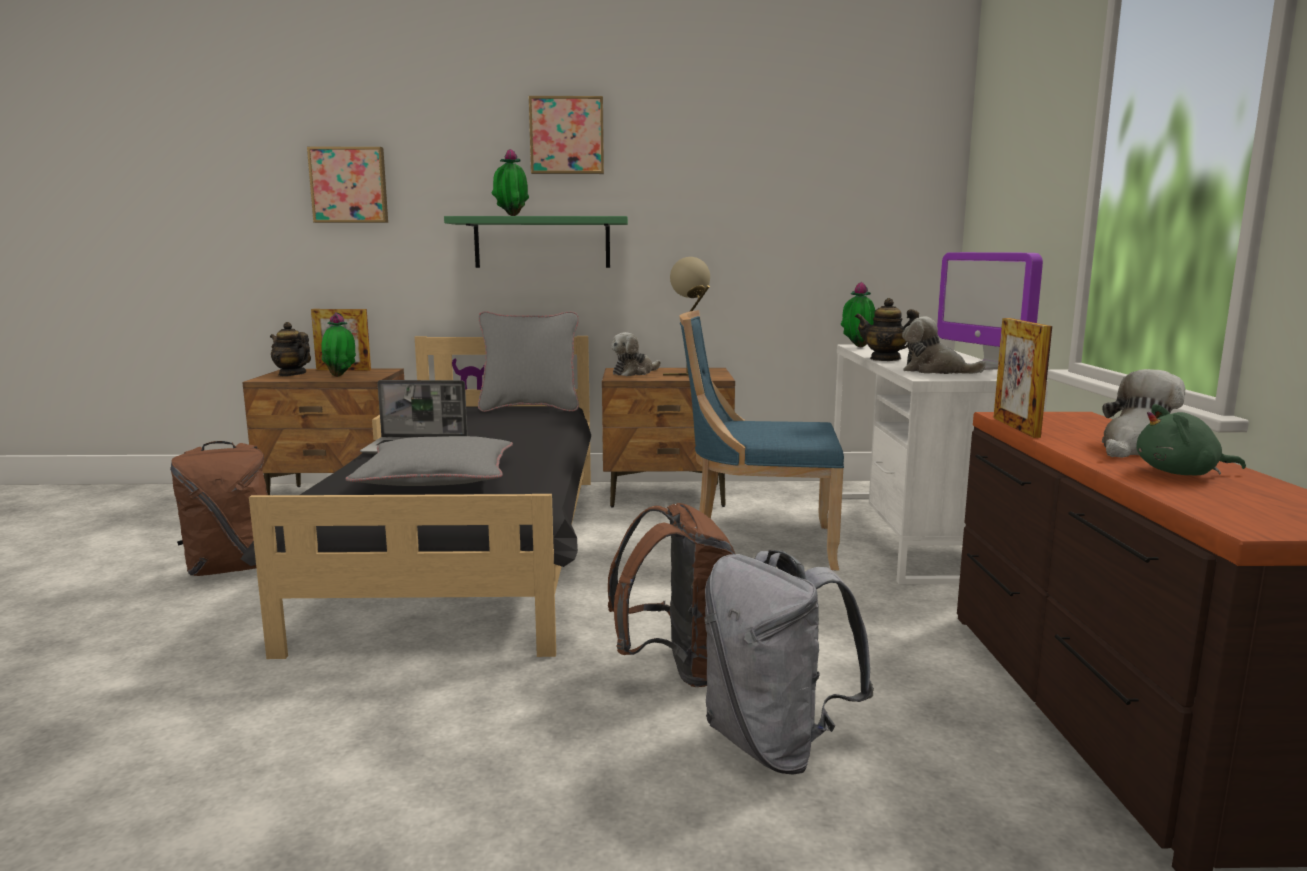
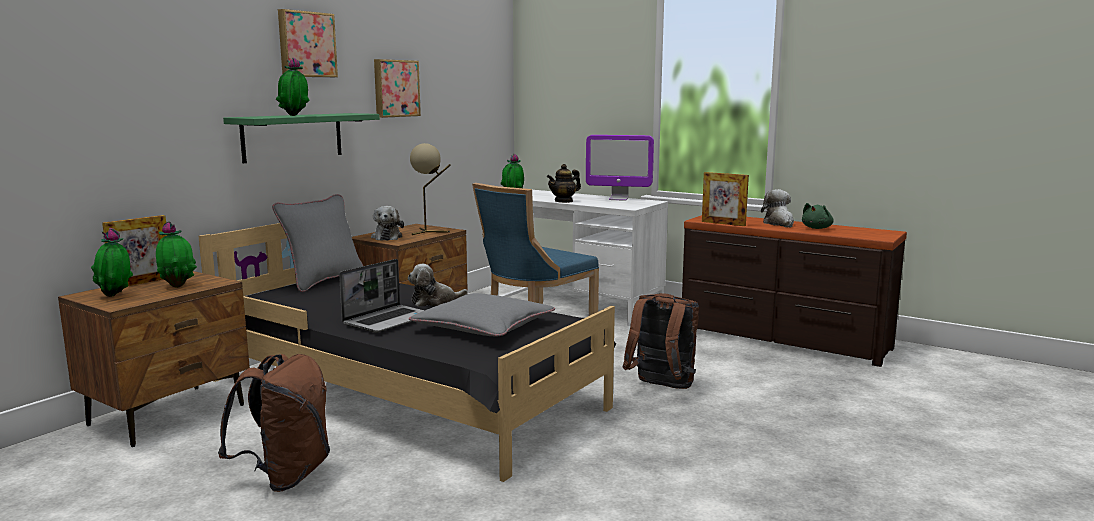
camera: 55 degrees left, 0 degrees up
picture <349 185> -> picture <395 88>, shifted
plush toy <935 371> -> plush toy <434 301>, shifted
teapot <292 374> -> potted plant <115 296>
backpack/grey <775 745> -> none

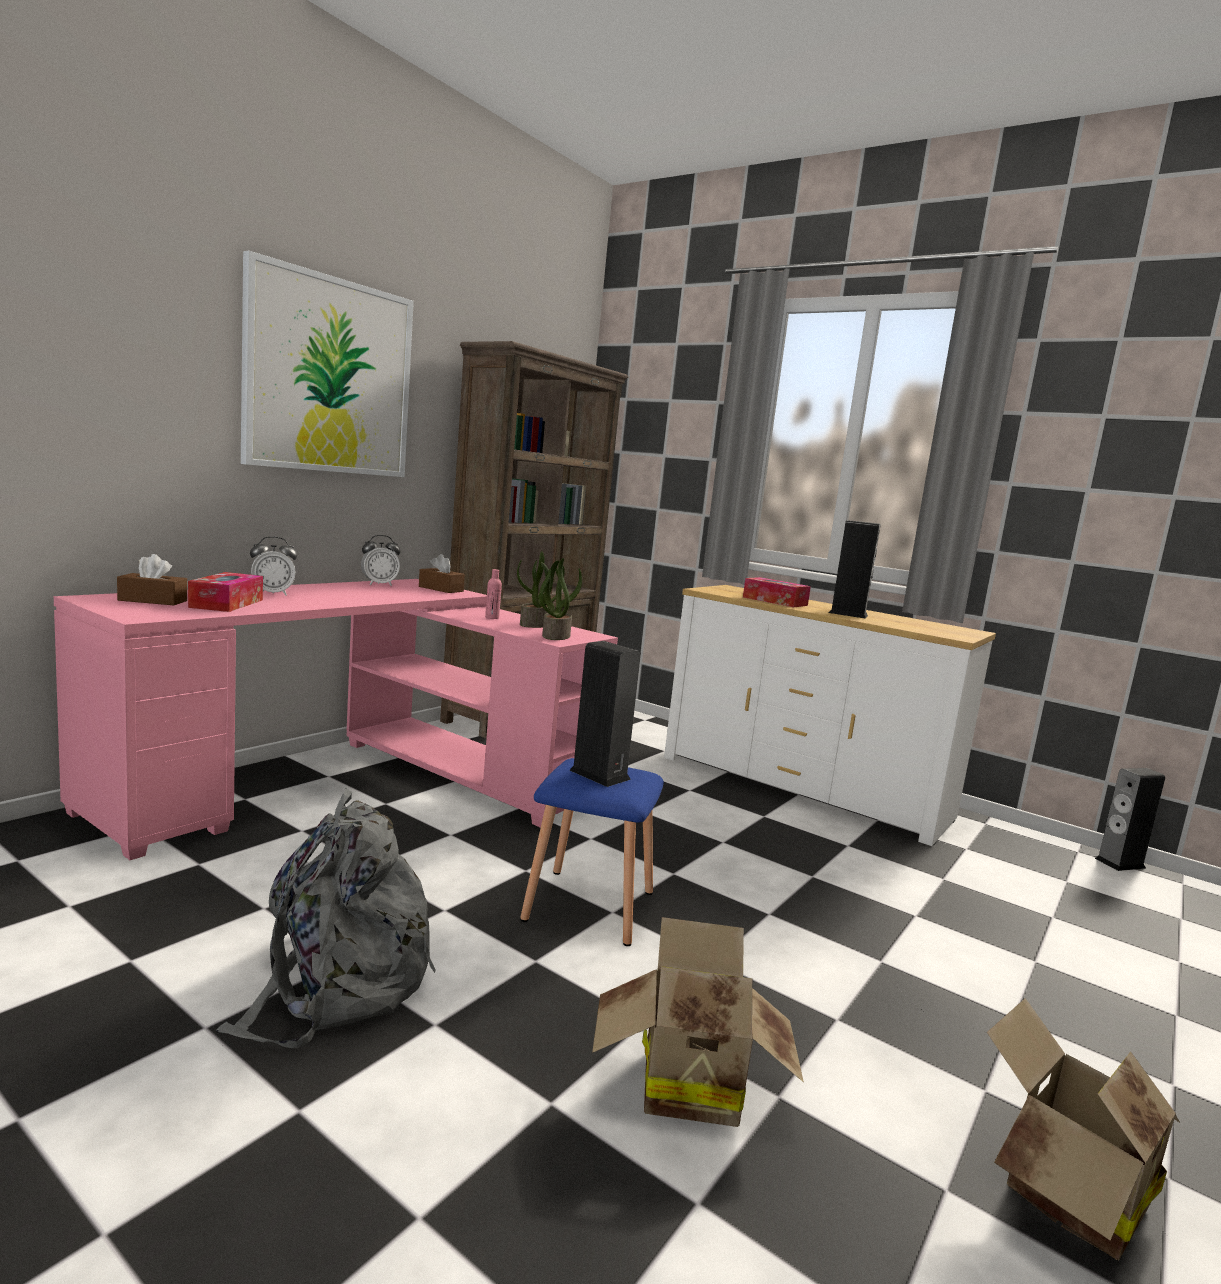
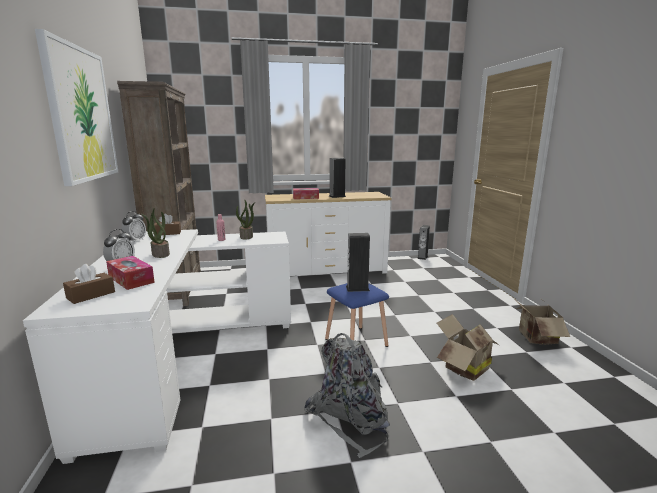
camera: 45 degrees left, 5 degrees up
potted plant <555 636> -> potted plant <160 254>, shifted
desk/pink <358 783> -> desk/white <182 353>

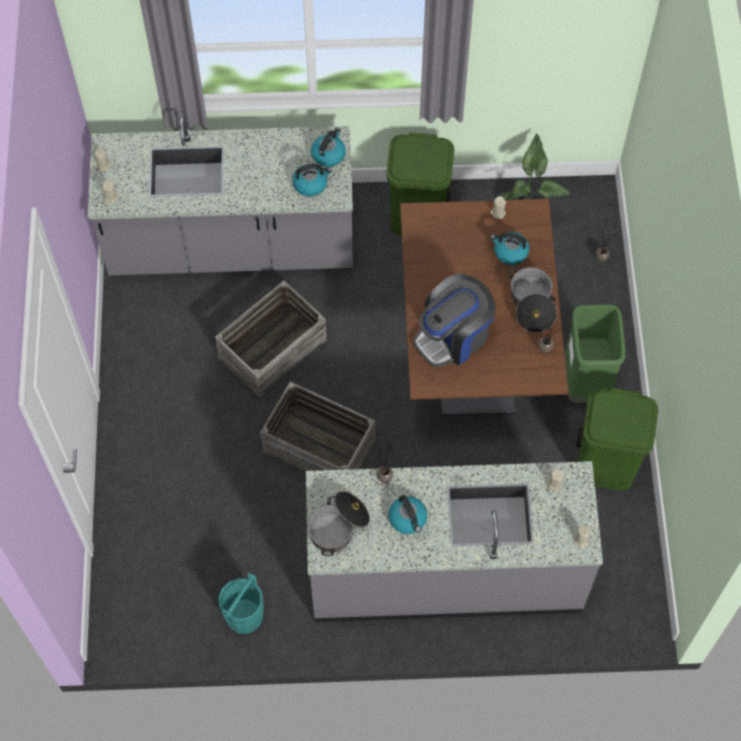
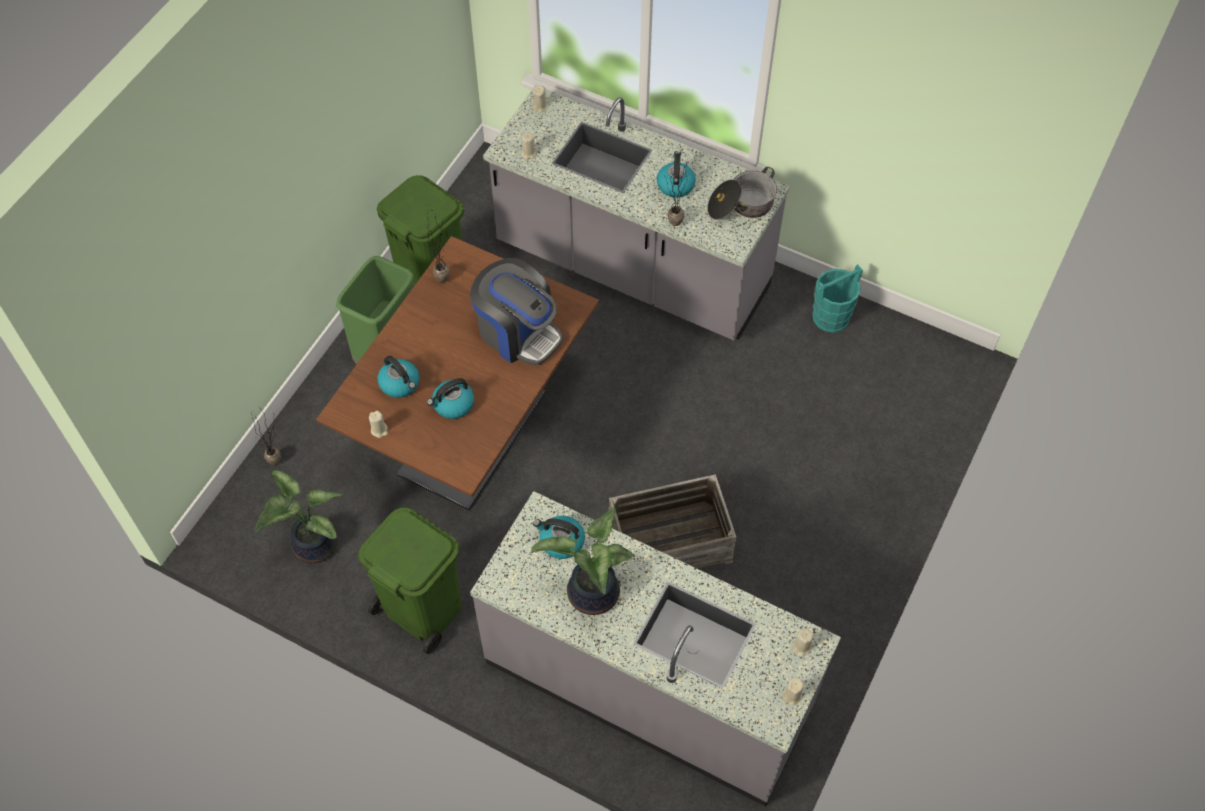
camera: 150 degrees left, 5 degrees down
kettle <328 154> -> kettle <453 405>, shifted
cooking pot <531 304> -> none
coffee machine <453 336> -> coffee machine <518 332>, 45 degrees clockwise
crate <319 445> -> none
none -> potted plant <591 595>

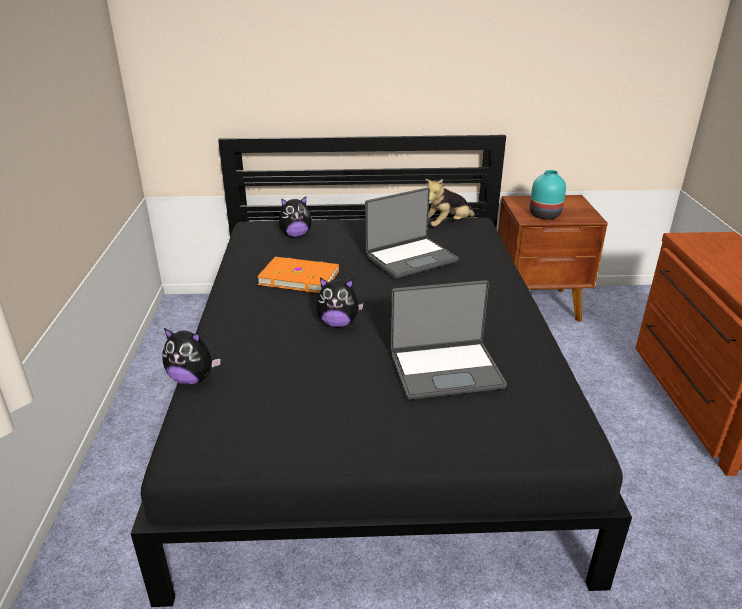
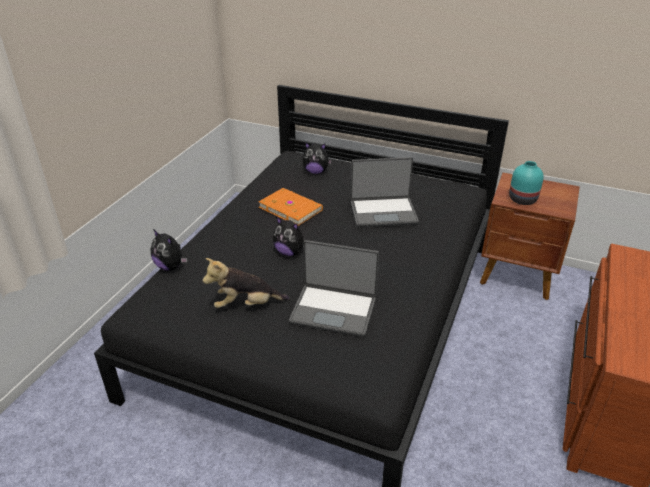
camera: 25 degrees right, 5 degrees up
plush toy <447 225> -> plush toy <246 305>, shifted

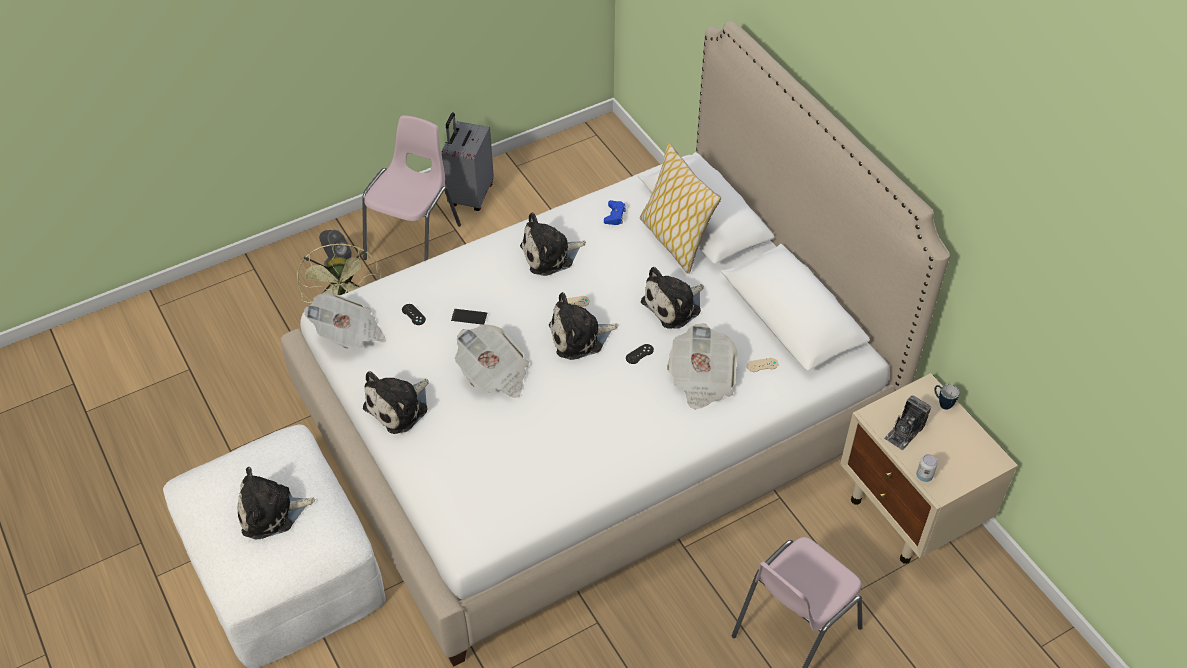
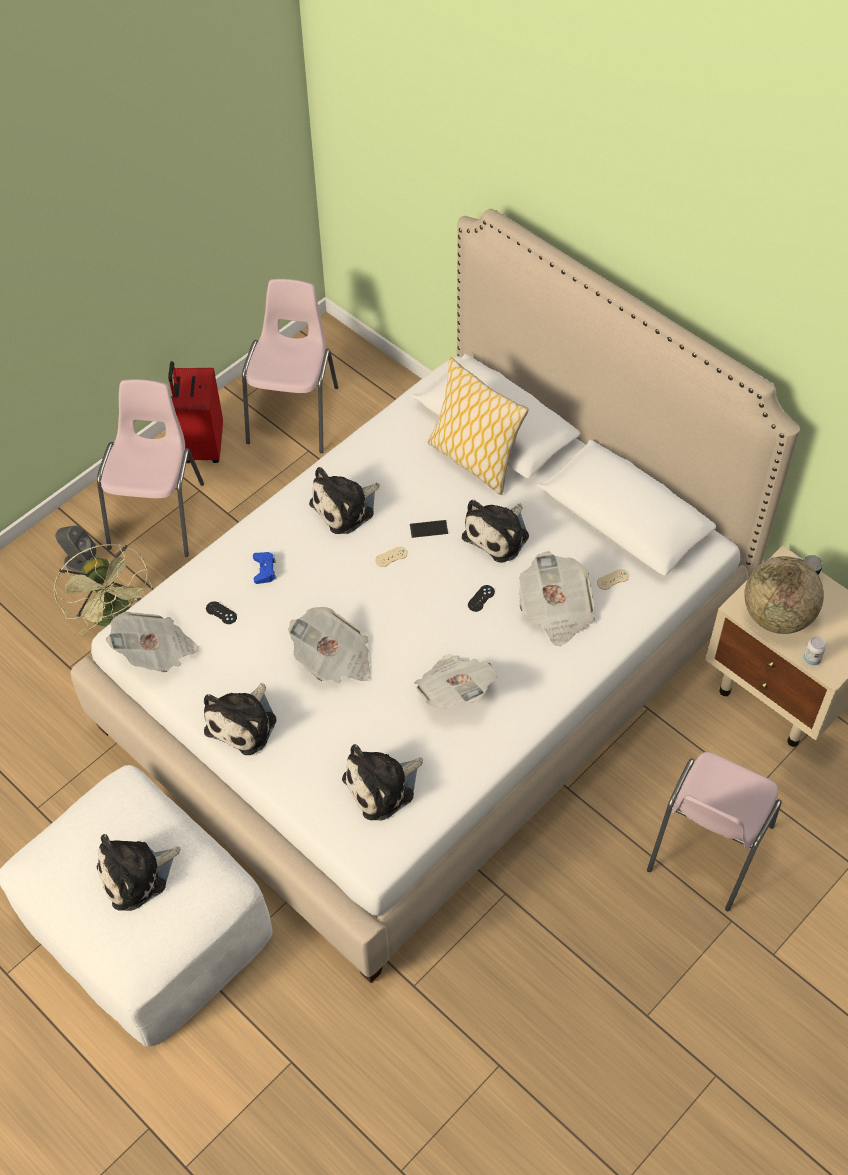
camera: 15 degrees left, 5 degrees up
suitcase/grey <470 195> -> suitcase/red <201 446>
game controller/blue <615 215> -> game controller/blue <264 570>, shifted
plush toy <579 337> -> plush toy <383 786>, shifted
phone <469 317> -> phone <428 529>, shifted
photo camera <904 432> -> globe <777 616>
none -> chair/pink <295 414>
none -> newspaper <455 691>

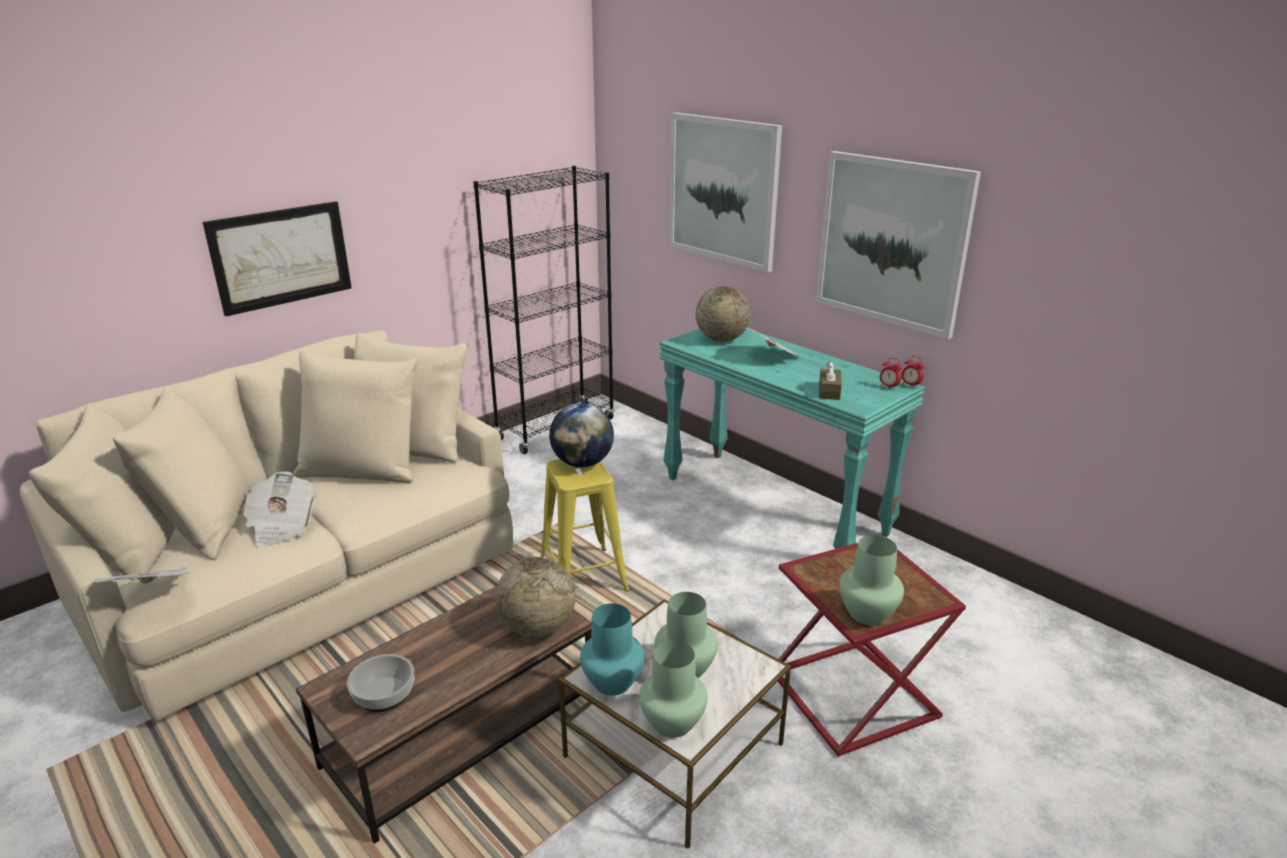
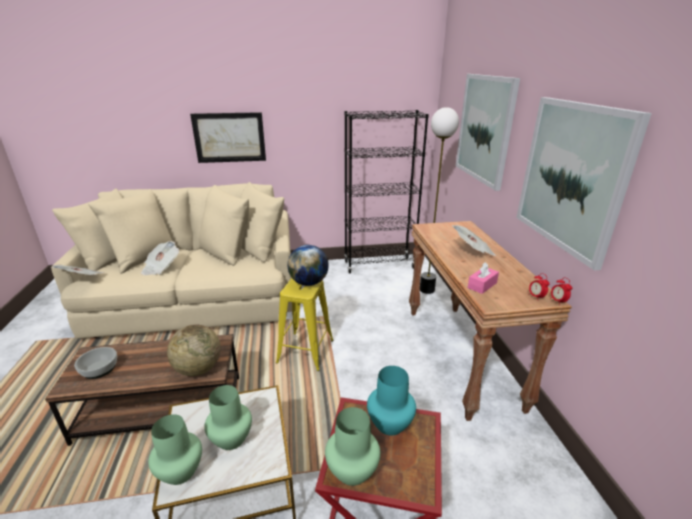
camera: 35 degrees right, 0 degrees up
globe <721 339> -> none
console table/turquoise <774 505> -> console table/brown <461 355>
tissue box/brown <829 391> -> tissue box/pink <482 285>
vase/turquoise <613 681> -> vase/turquoise <390 423>, shifted
none -> floor lamp <427 290>

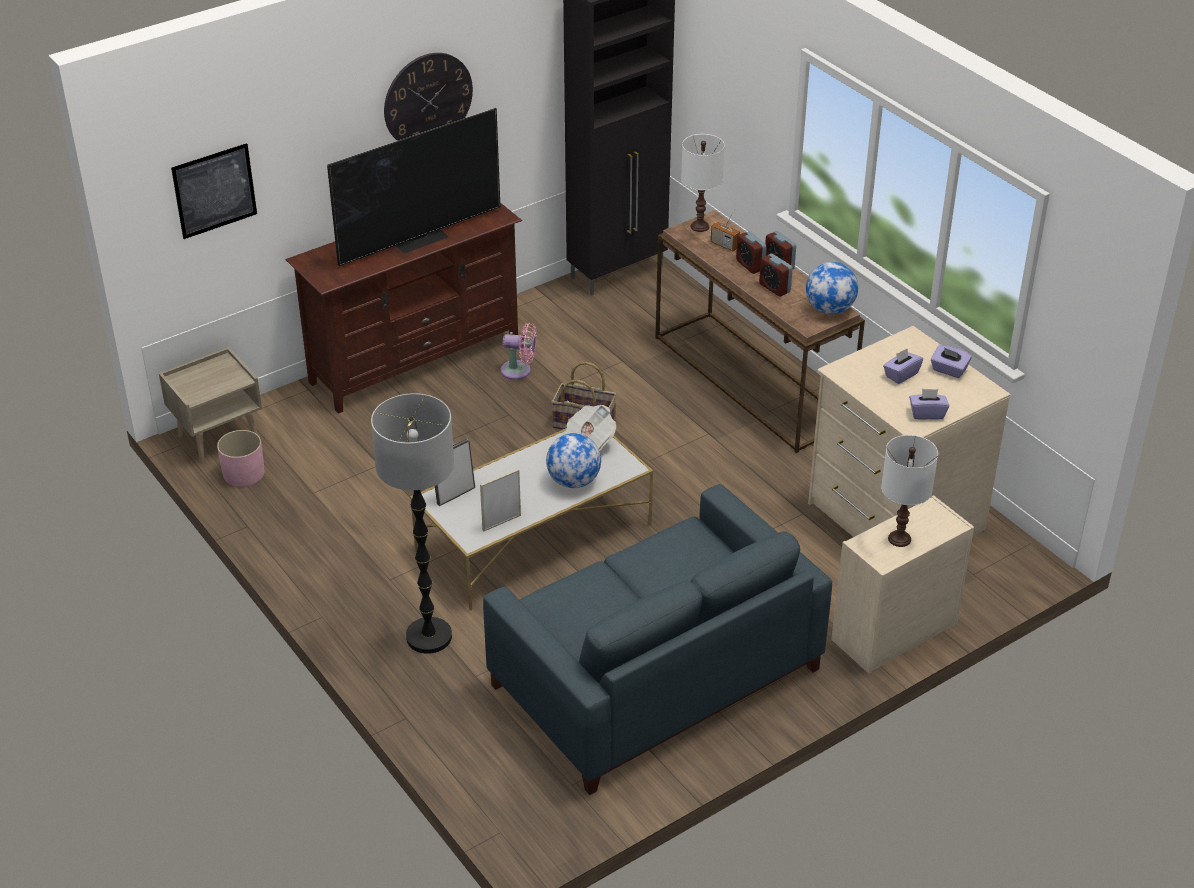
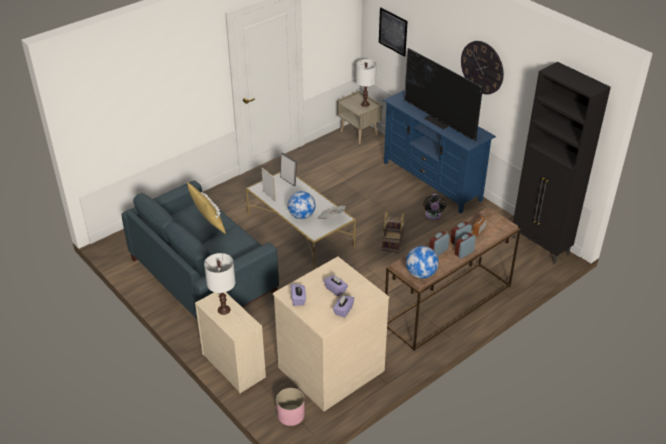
camera: 85 degrees right, 0 degrees up
table lamp/white <699 226> -> table lamp/white <365 104>, shifted
tv stand/brown <415 360> -> tv stand/blue <432 181>
fan/pink <519 371> -> fan/black <433 216>
floor lamp <428 637> -> none
planter/pink <244 473> -> planter/pink <291 415>, shifted
none -> pillow/yellow <208 224>

